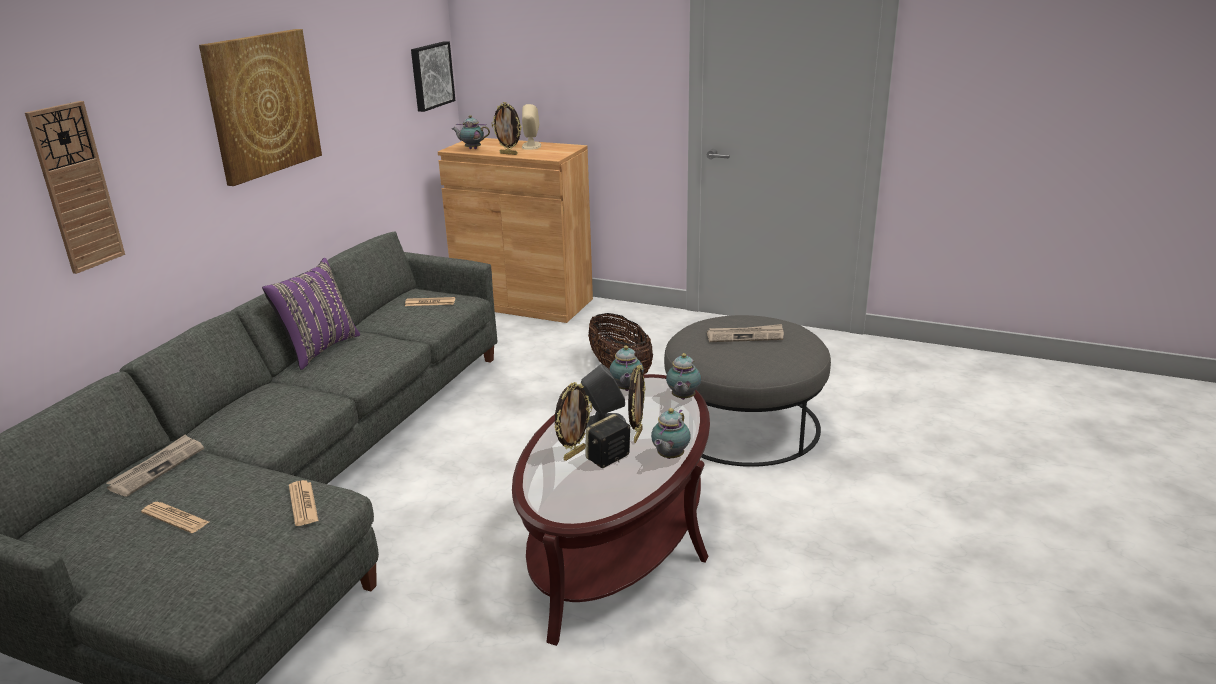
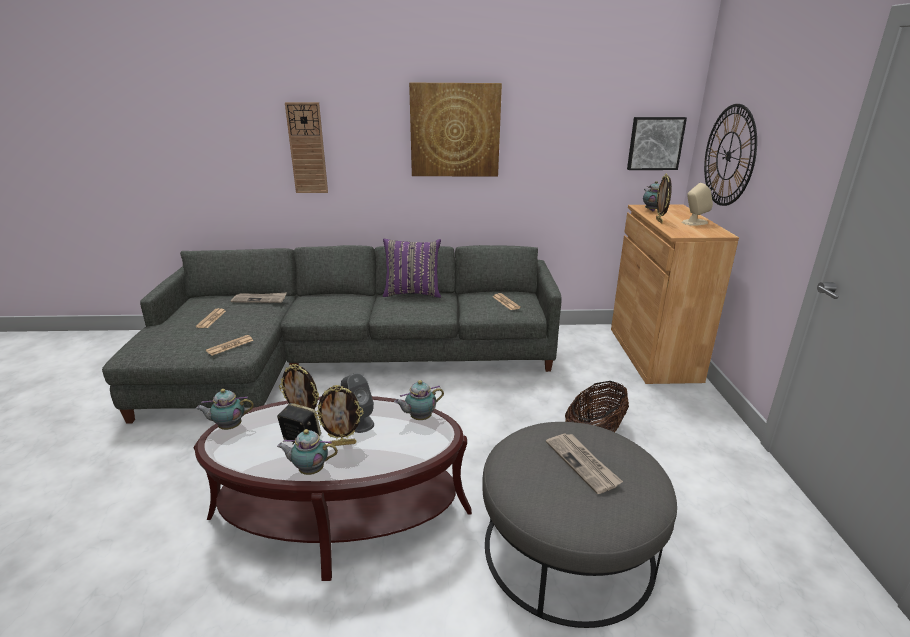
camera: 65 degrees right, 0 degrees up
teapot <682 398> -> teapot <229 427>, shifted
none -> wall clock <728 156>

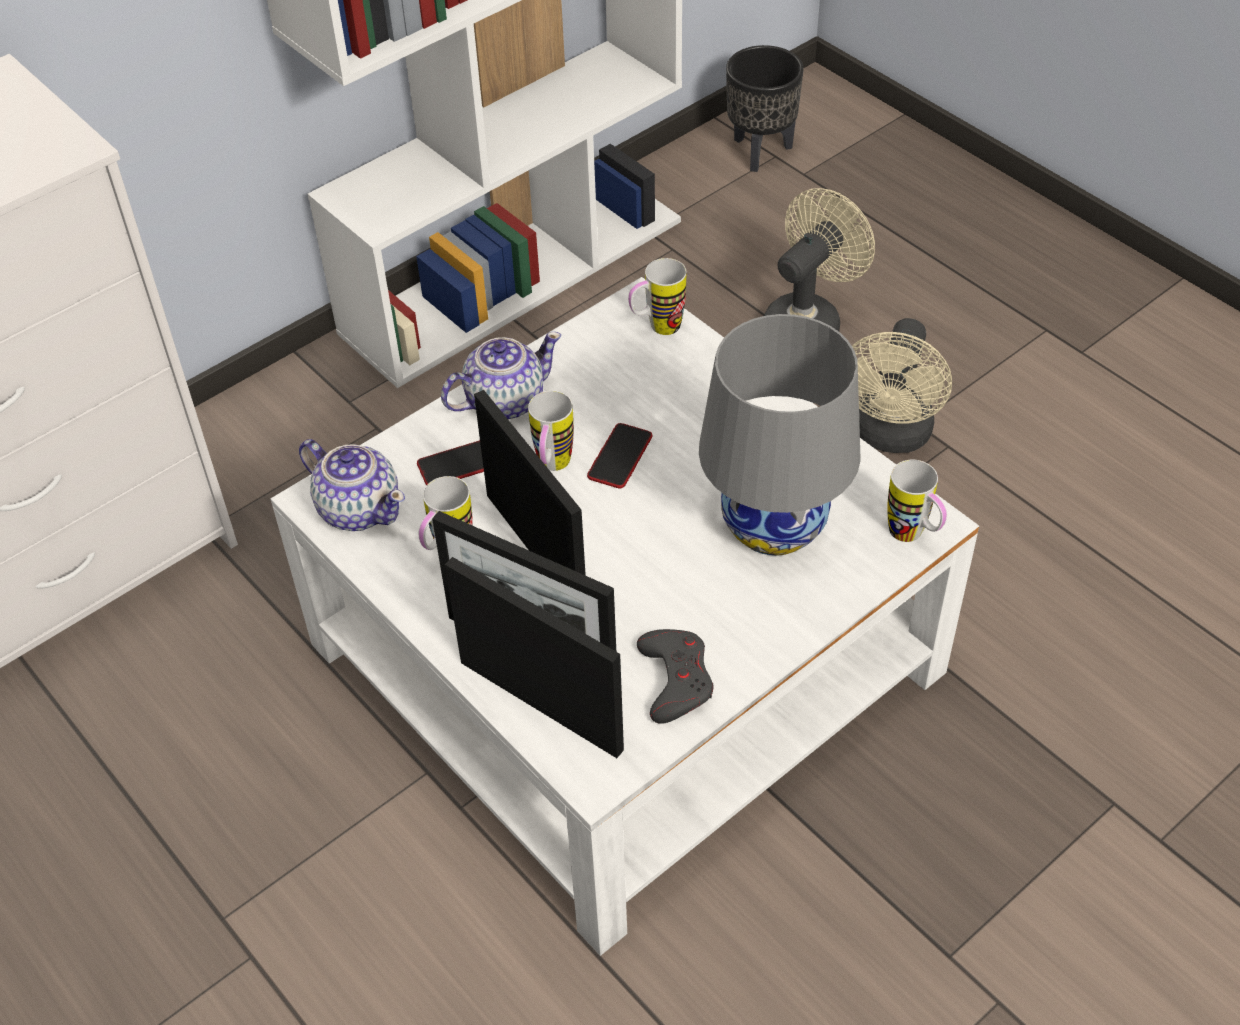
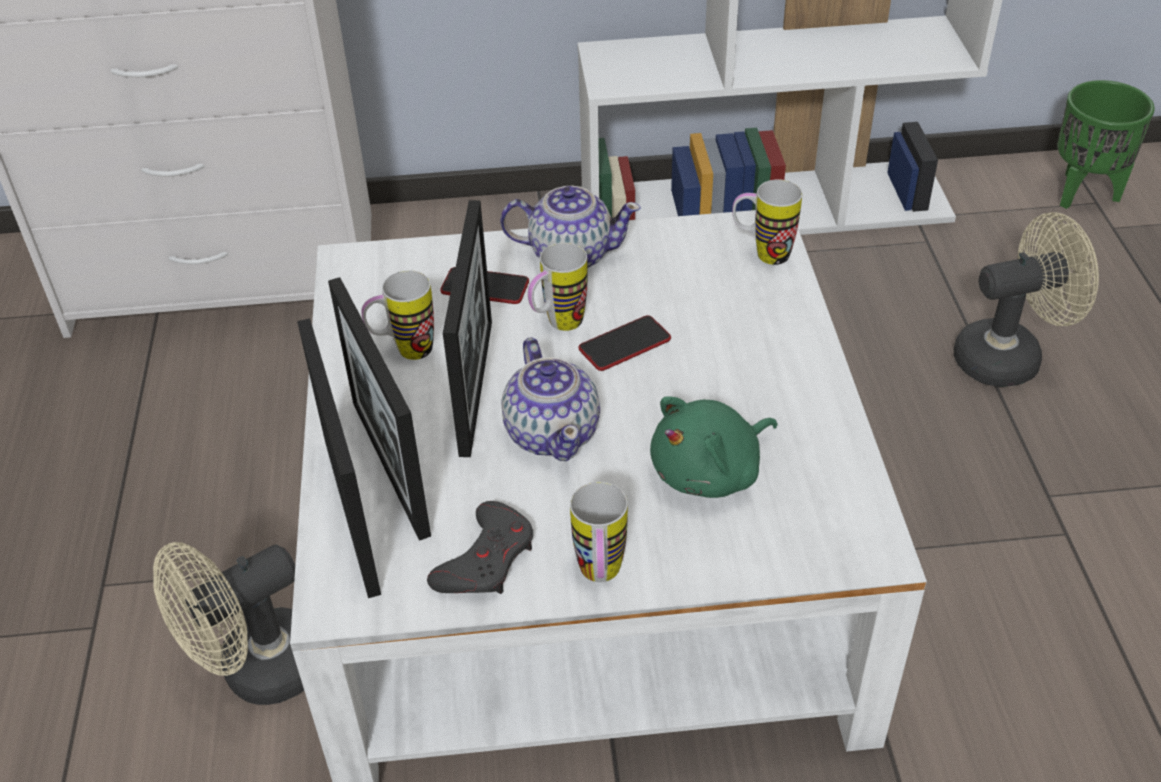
camera: 35 degrees right, 5 degrees down
planter/black <761 152> -> planter/green <1084 194>
table lamp/grey <774 525> -> plush toy/green <710 472>
fan/beige <890 436> -> fan/beige <258 673>, shifted
teapot <359 508> -> teapot <553 432>, shifted
mug <913 536> -> mug <600 578>, shifted

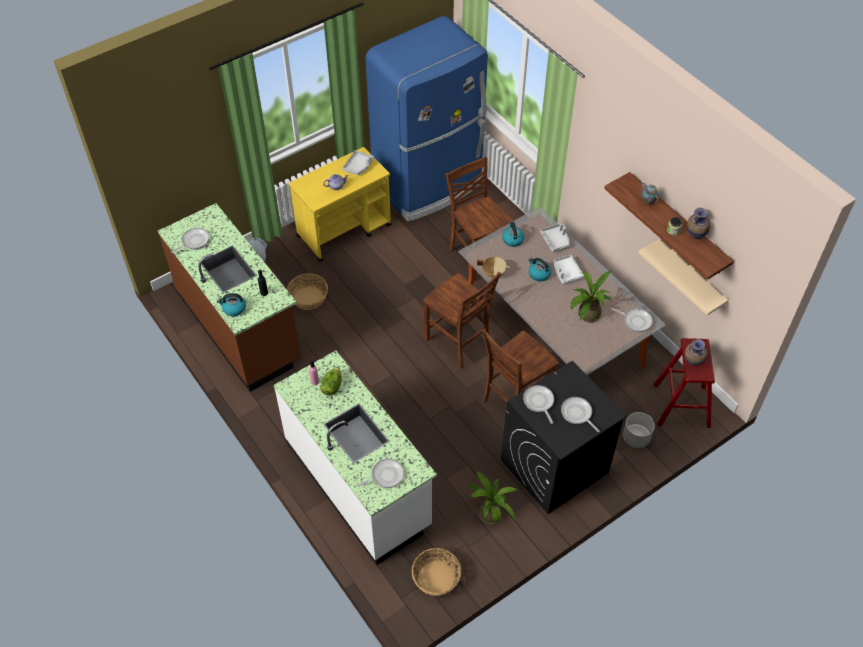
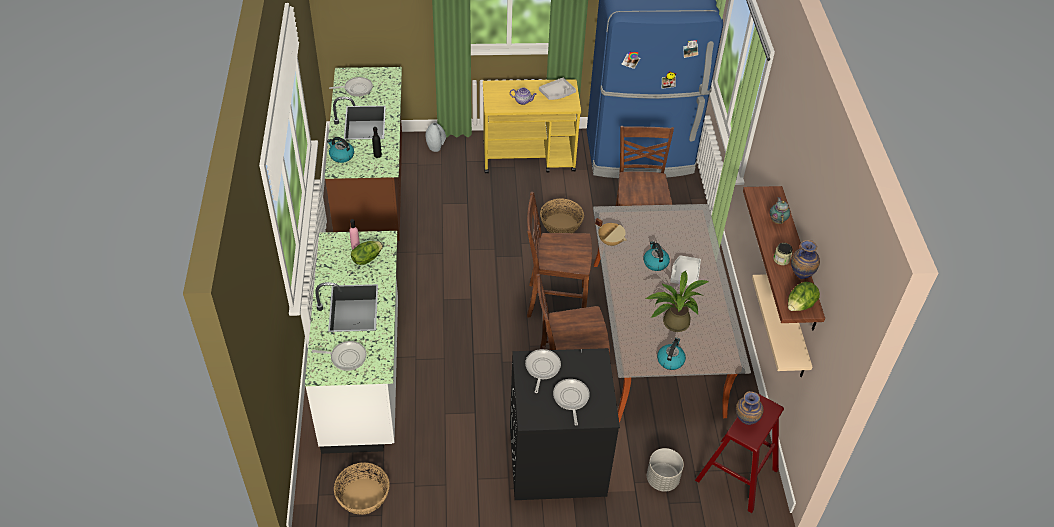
camera: 30 degrees right, 5 degrees down
kettle <512 239> -> kettle <670 360>, shifted
tray/grey <555 241> -> none
chair/brown <458 343> -> chair/brown <555 302>, 105 degrees clockwise
basket <308 298> -> basket <561 224>, shifted
frying pan <635 321> -> none
potted plant <489 511> -> none
none -> lettuce <799 306>

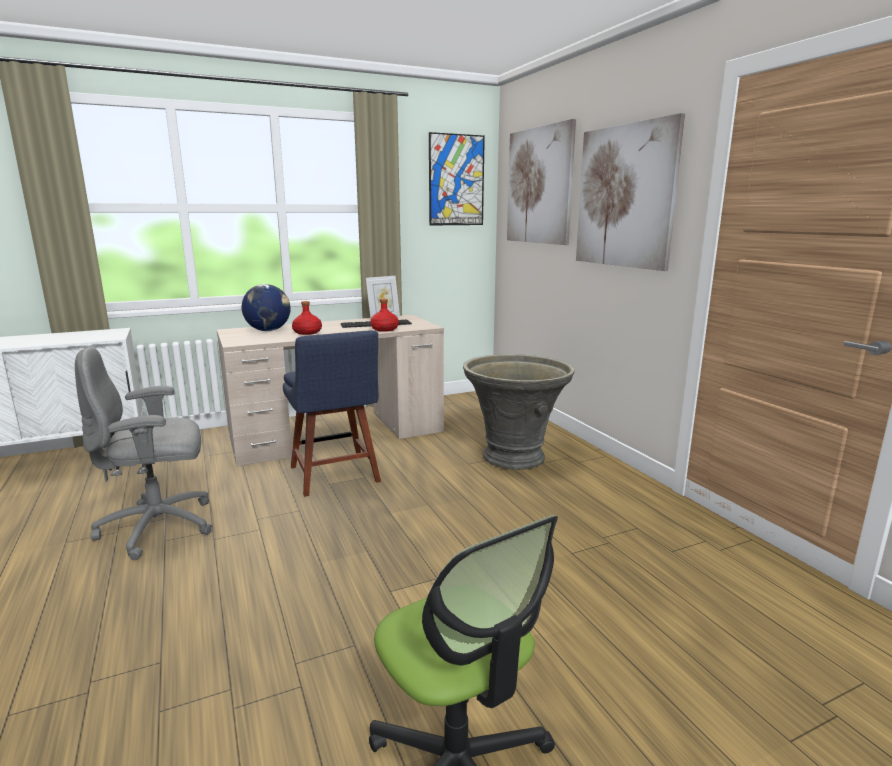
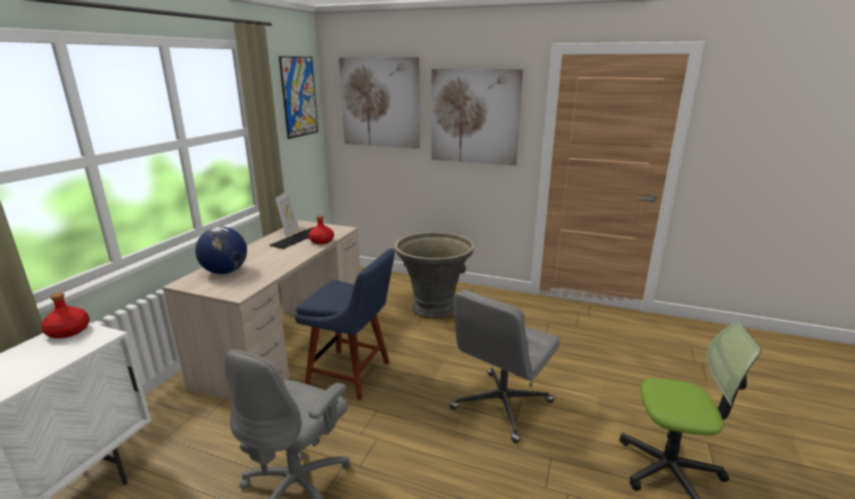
camera: 45 degrees left, 5 degrees up
bottle/red <307 332> -> bottle/red <69 331>, shifted
none -> office chair/grey <501 406>

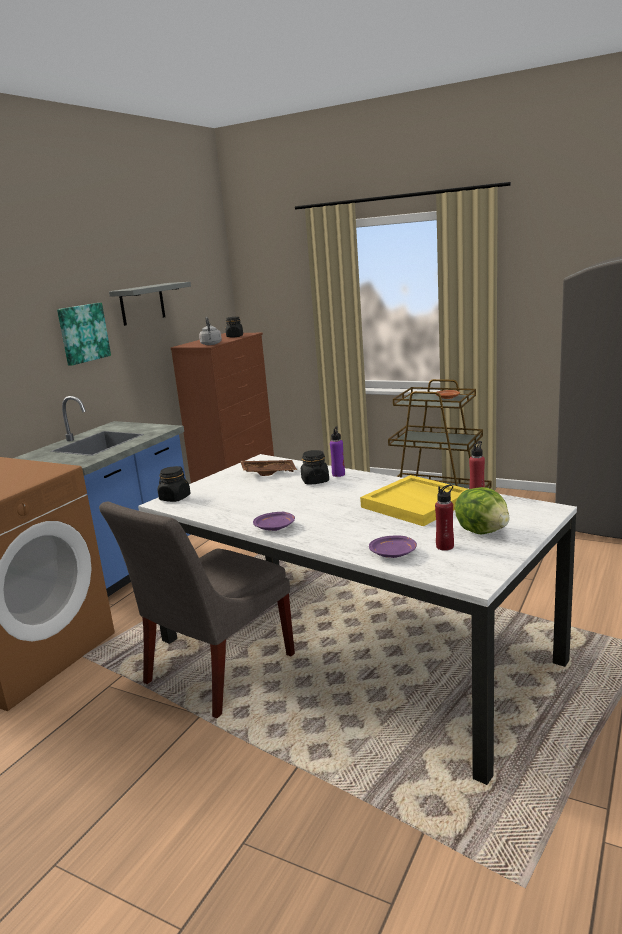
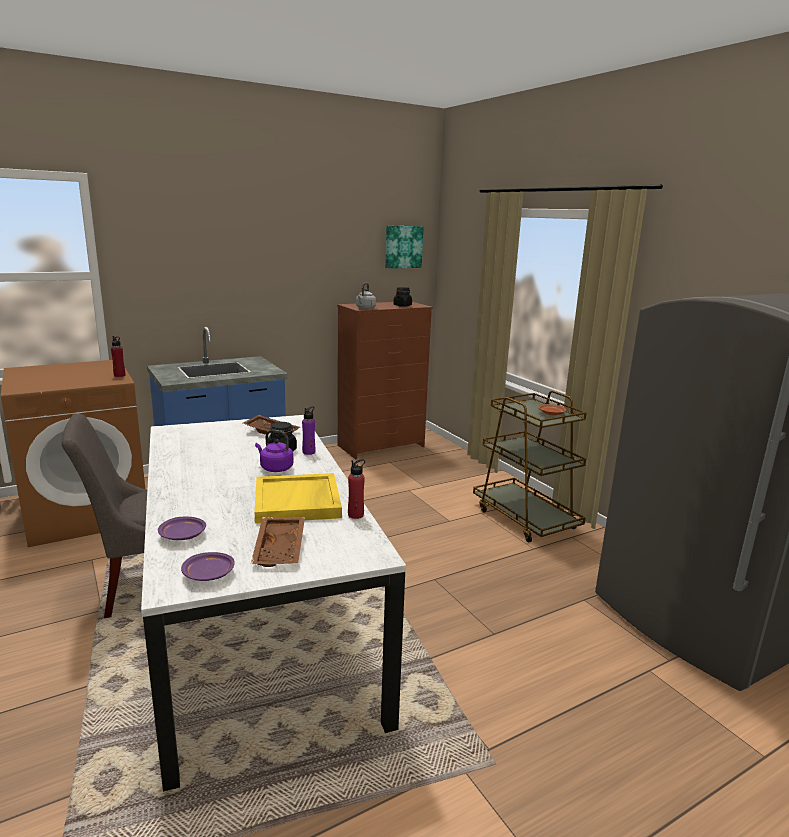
camera: 30 degrees right, 0 degrees up
shelf/grey <142 304> -> none
picture <83 333> -> picture <403 247>, shifted
jar/black <175 498> -> none
bottle/red <445 546> -> bottle/red <119 375>, shifted
lettuce <483 531> -> tray/brown <281 549>
plate/purple <275 527> -> plate/purple <209 574>, shifted
none -> kettle/purple <275 468>

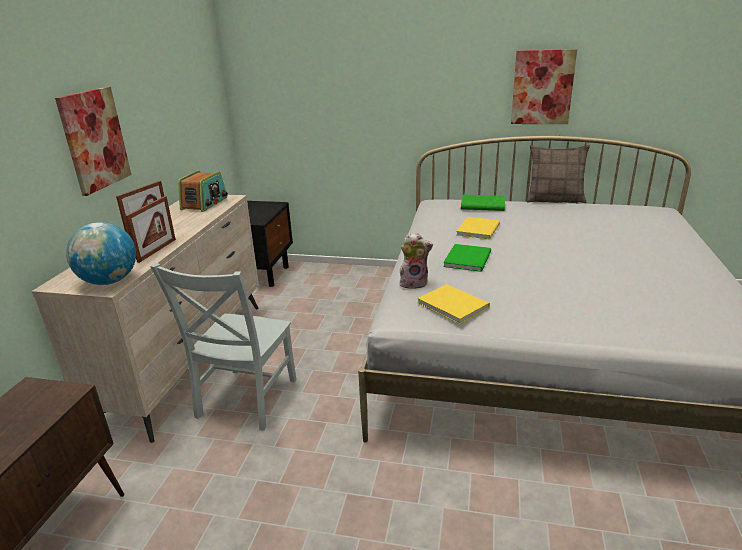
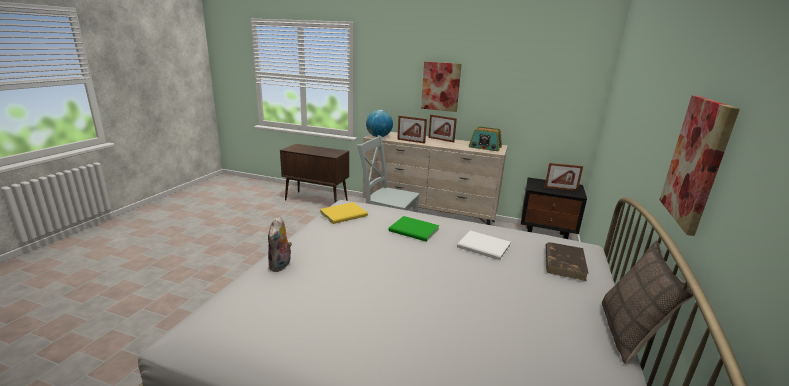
camera: 95 degrees right, 5 degrees down
book/green <482 206> -> book/brown <564 263>
book/yellow <479 229> -> book/white <484 247>
plush toy <414 283> -> plush toy <281 266>, shifted
none -> picture frame <560 189>

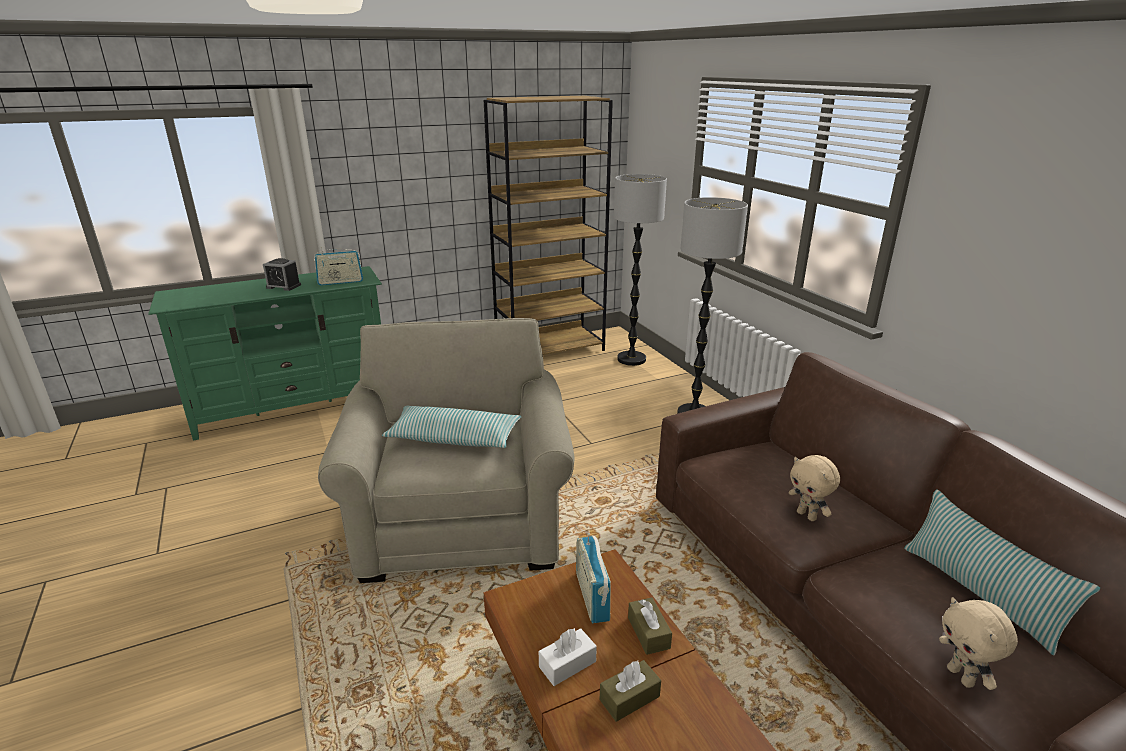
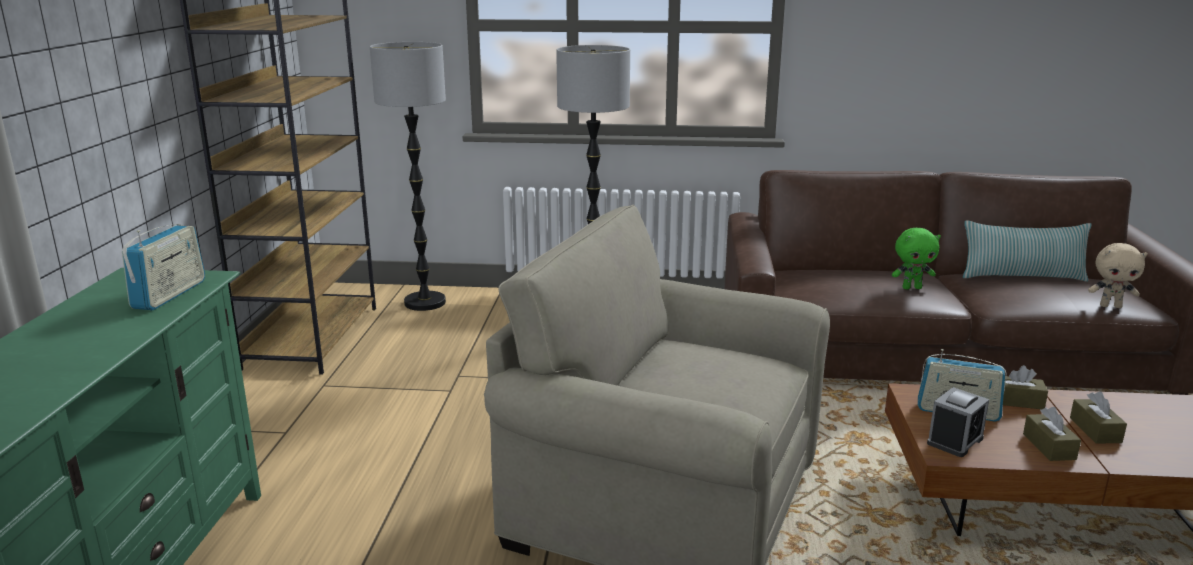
camera: 60 degrees left, 5 degrees down
alarm clock <283 286> -> alarm clock <955 441>, shifted
pillow <454 438> -> none
plush toy/beige <807 515> -> plush toy/green <911 288>
tissue box/white <567 664> -> tissue box/brown <1049 446>

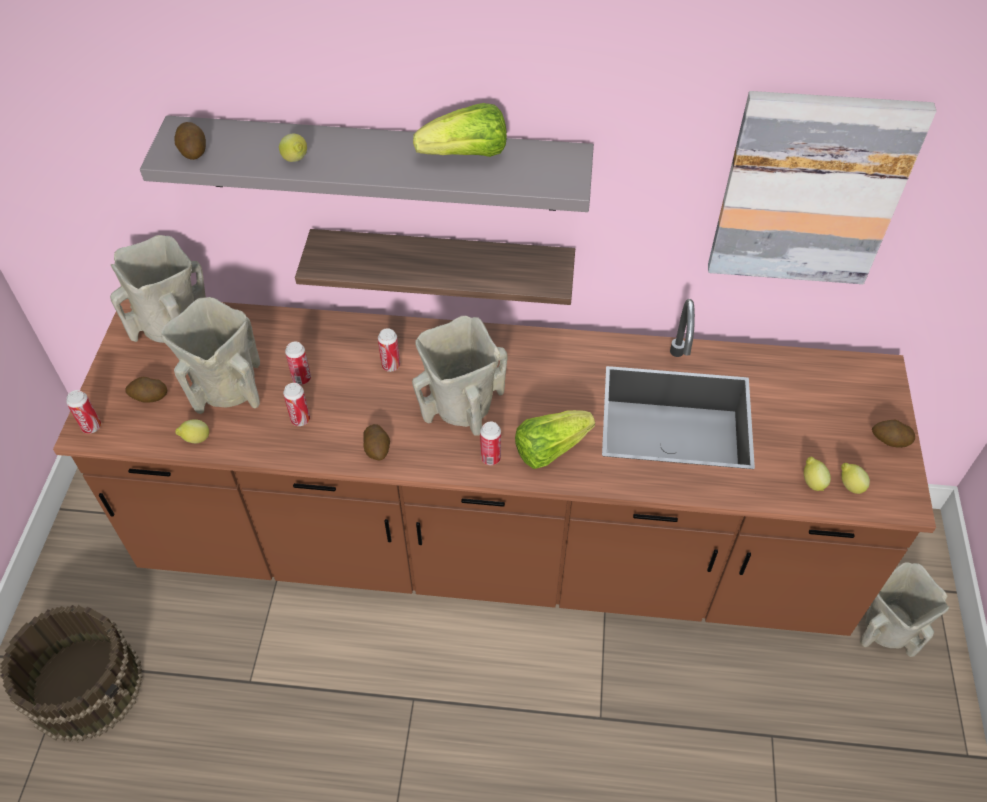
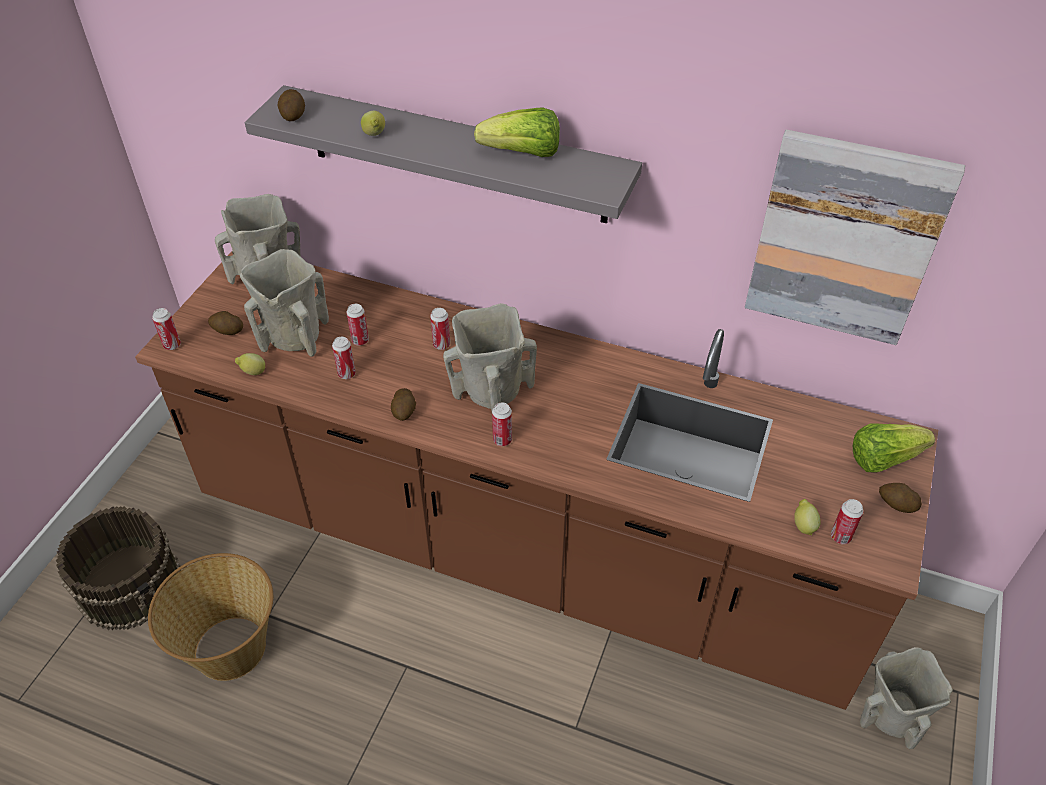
camera: 15 degrees right, 5 degrees down
shelf <443 266> -> none
lettuce <550 448> -> lettuce <883 458>, shifted
lemon <849 485> -> can <840 537>
none -> basket <230 647>

